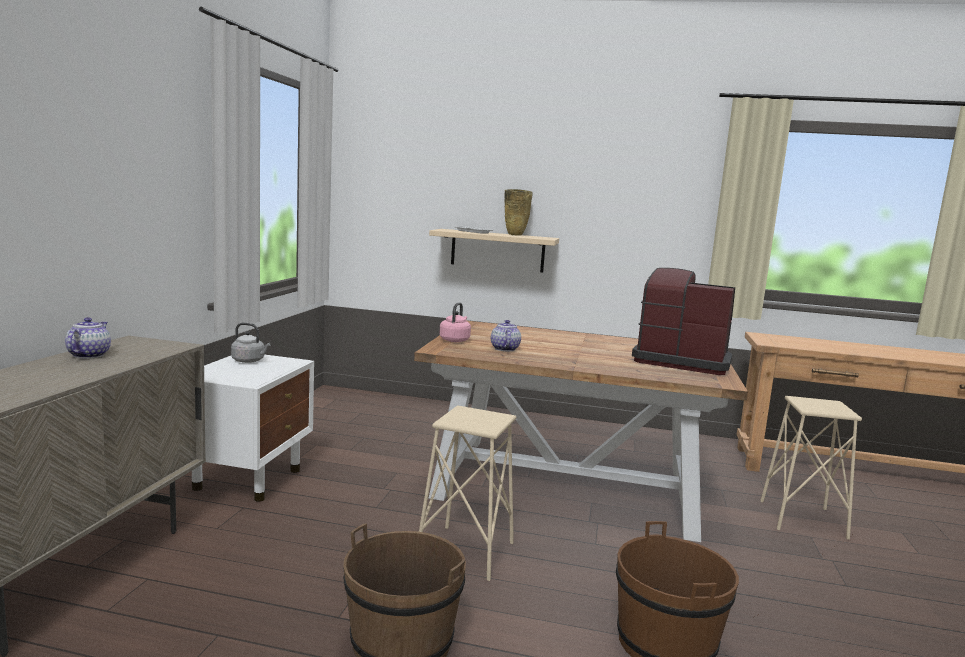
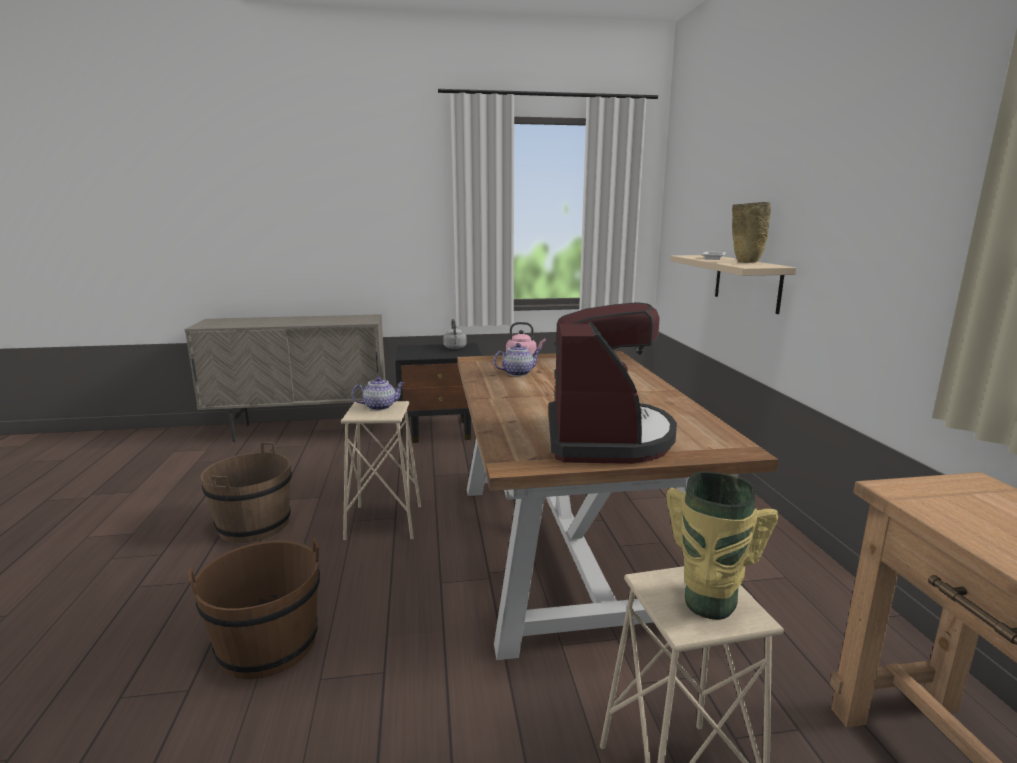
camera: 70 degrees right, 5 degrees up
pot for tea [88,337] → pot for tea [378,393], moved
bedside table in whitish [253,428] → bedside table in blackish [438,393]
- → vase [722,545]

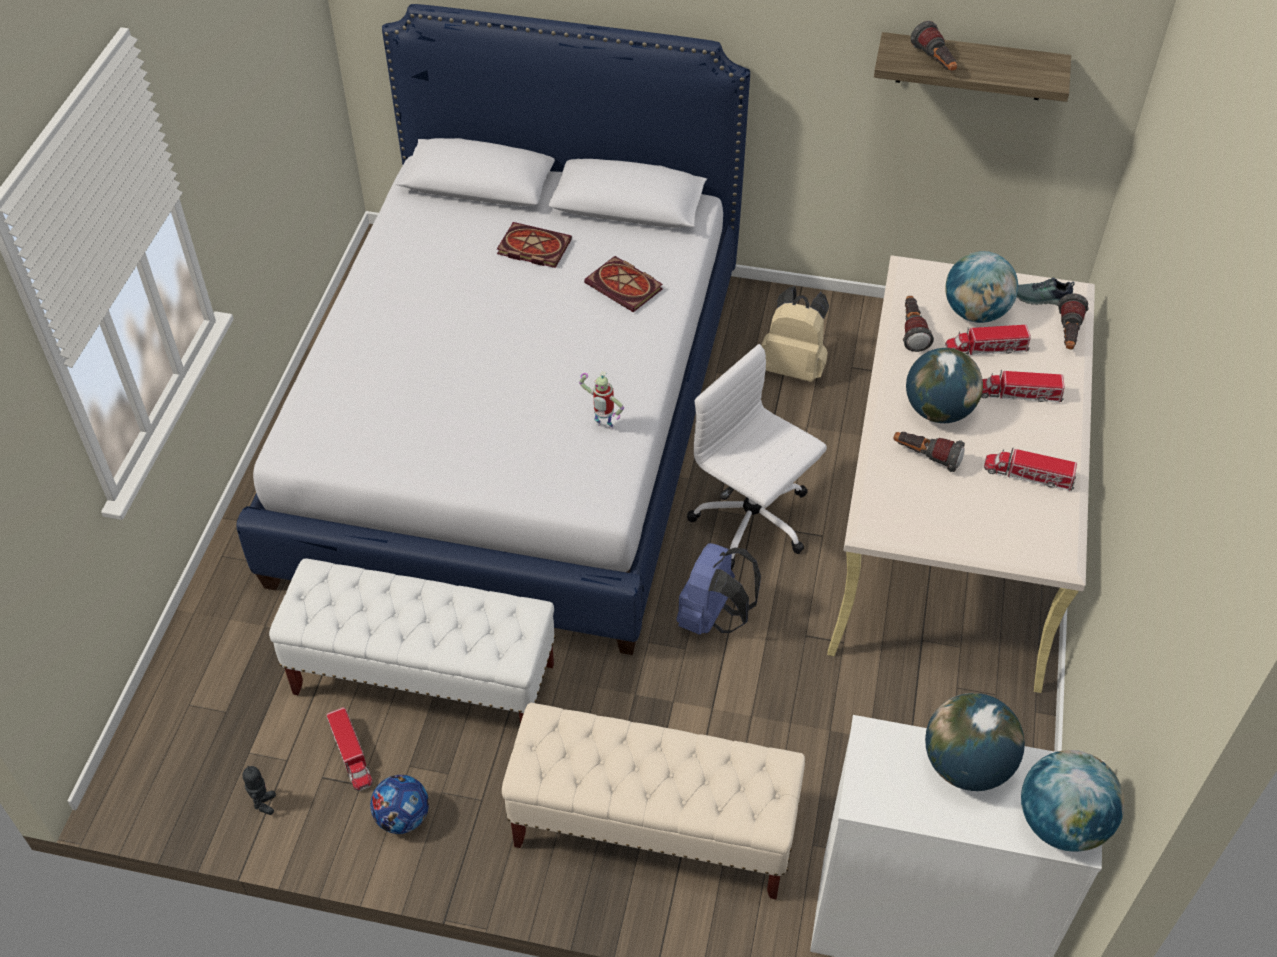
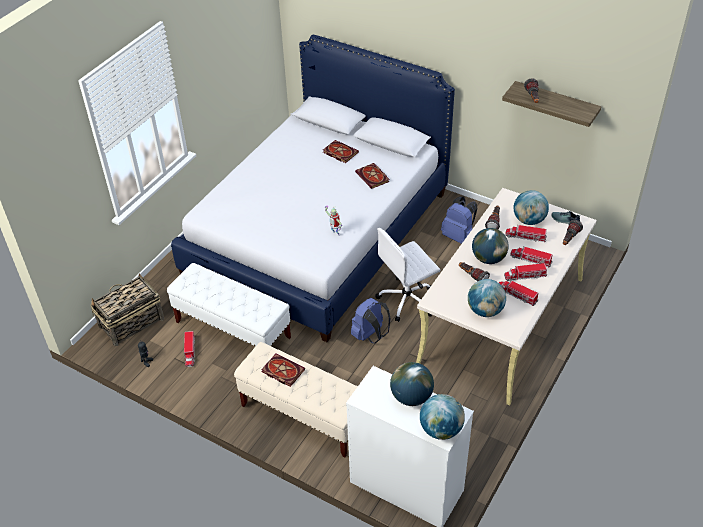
camera: 20 degrees right, 5 degrees down
rucksack in sand-coloured [795,334] → rucksack in blue [459,220]
computer chair in whitish [757,457] → computer chair in whitish [408,275], 90 degrees counterclockwise
ball for football [399,804] → -
- → toy lorry [525,272]
- → storage basket [127,309]
- → desk globe [487,298]
- → bound book [283,370]

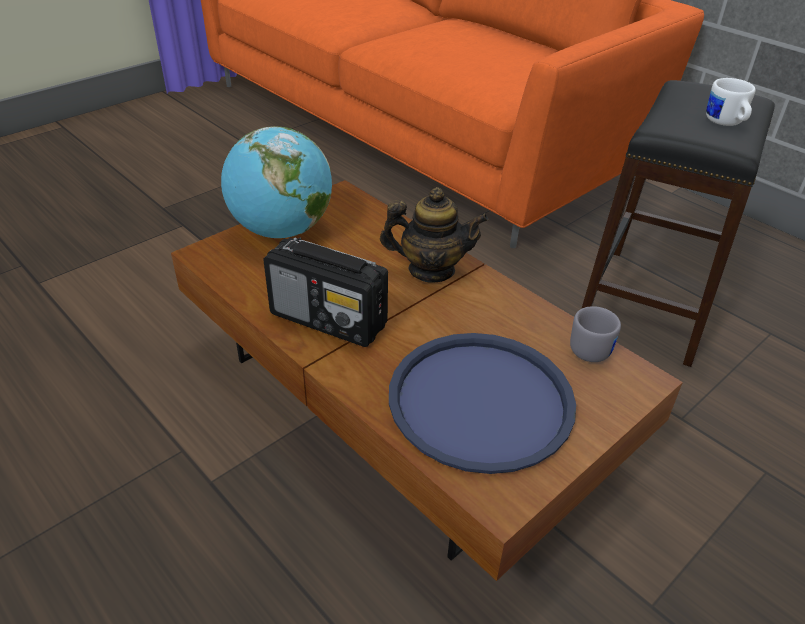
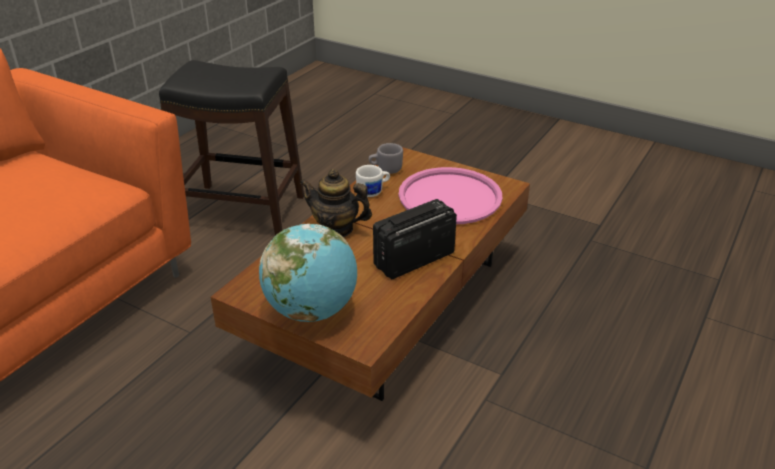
camera: 105 degrees left, 5 degrees down
coffee mug in whitish [731,102] → coffee mug in whitish [373,181], moved
pot for tea [434,234] → pot for tea [335,203], 60 degrees counterclockwise
radio set [325,292] → radio set [415,239], 135 degrees counterclockwise
carrying tray in blue [482,403] → carrying tray in pinkish [451,195]

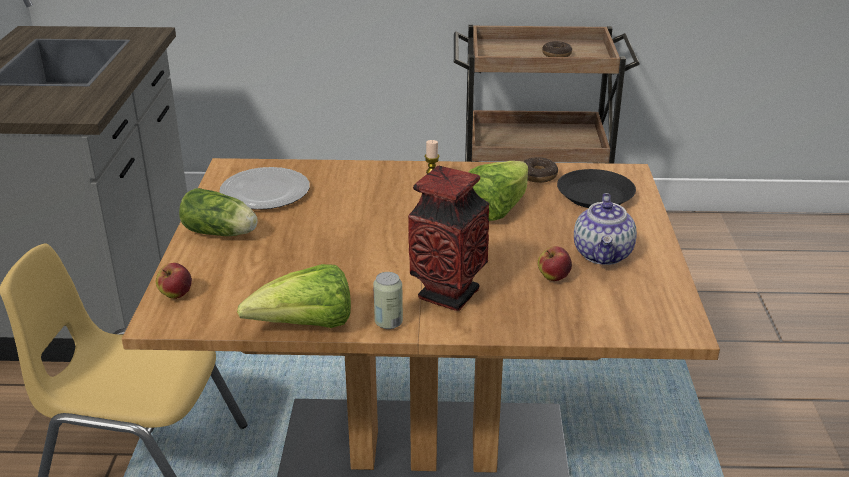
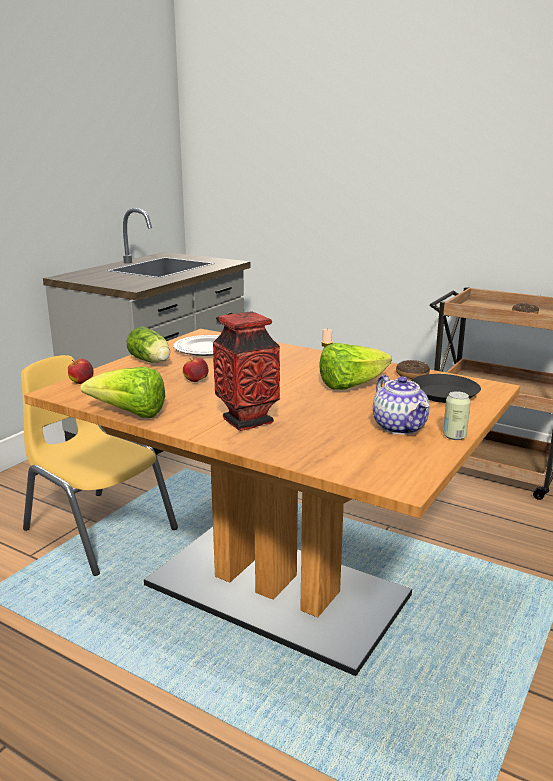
camera: 30 degrees right, 10 degrees down
pot for tea [605,229] → pot for tea [401,405], 60 degrees counterclockwise
apple fruit [555,263] → apple fruit [195,369], moved
can [388,300] → can [457,415], moved

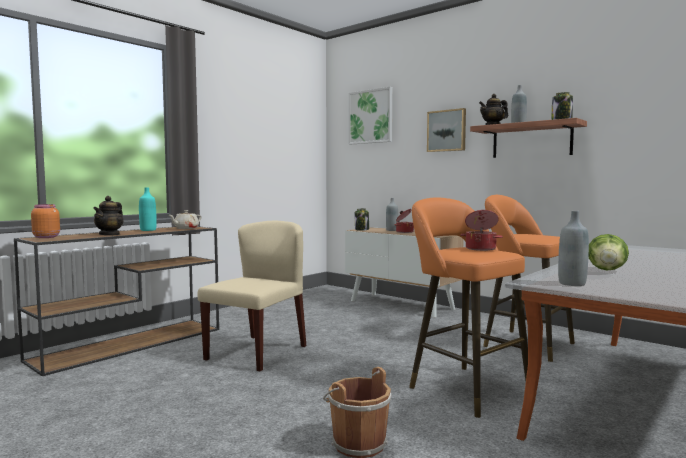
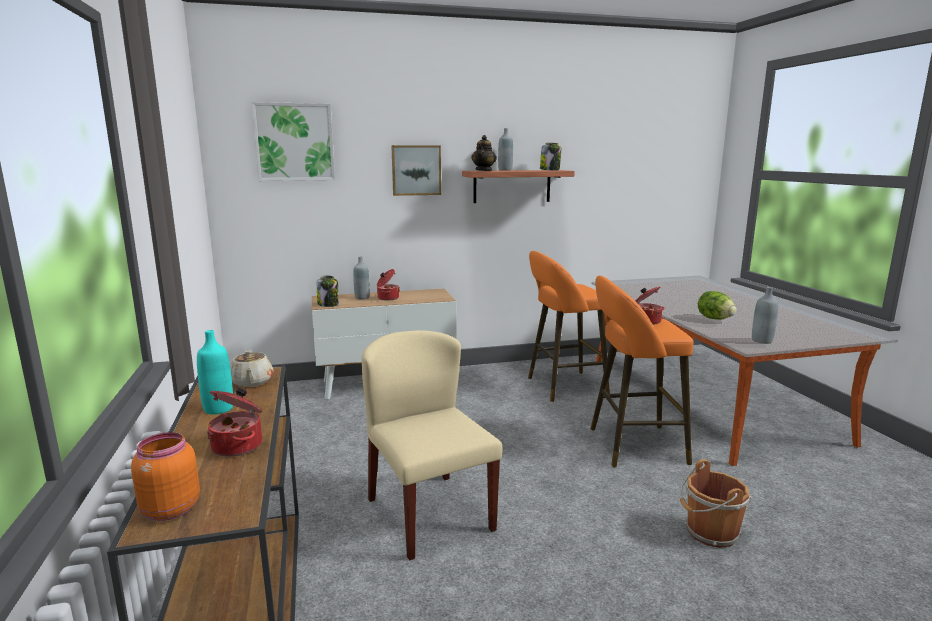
camera: 55 degrees left, 10 degrees up
pot for tea [108,216] → cooking pot [234,422]

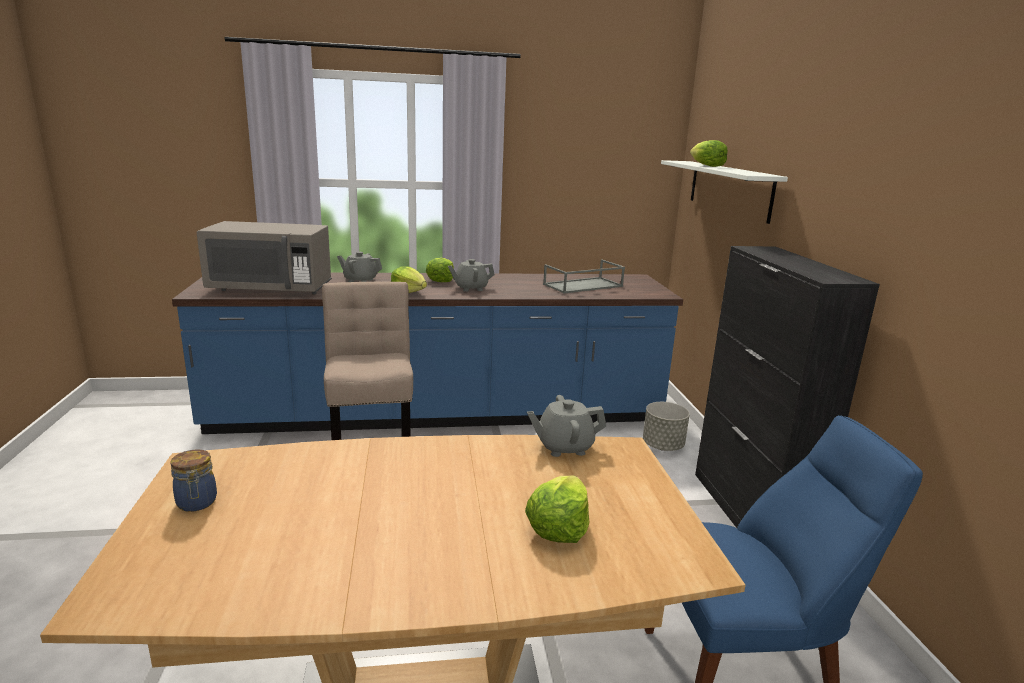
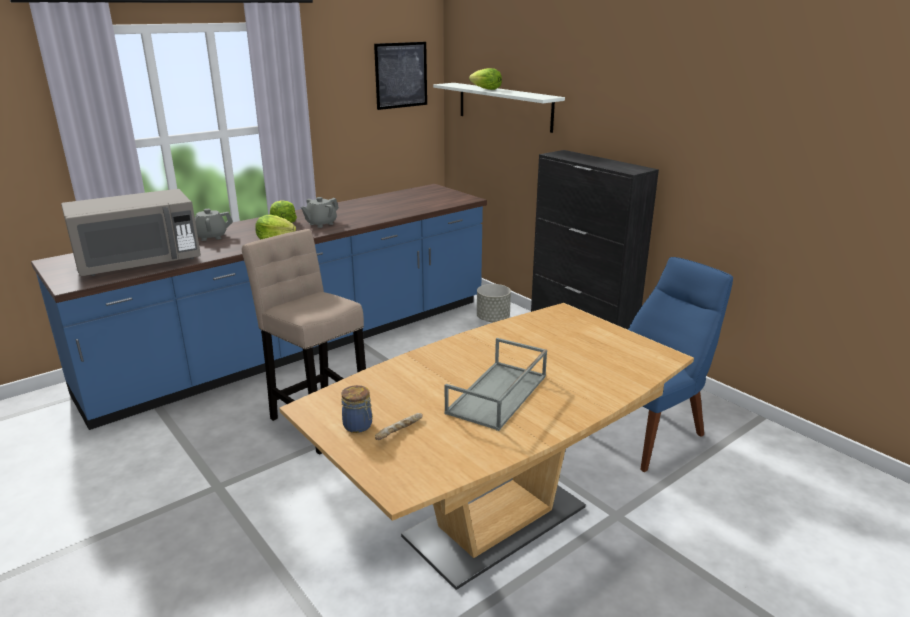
camera: 30 degrees left, 5 degrees up
carrying tray in grey [584,276] → carrying tray in grey [495,384], moved
pot for tea in grey [566,426] → -
lettuce head [557,509] → -
- → wall art [400,76]
- → bakery bread [399,426]

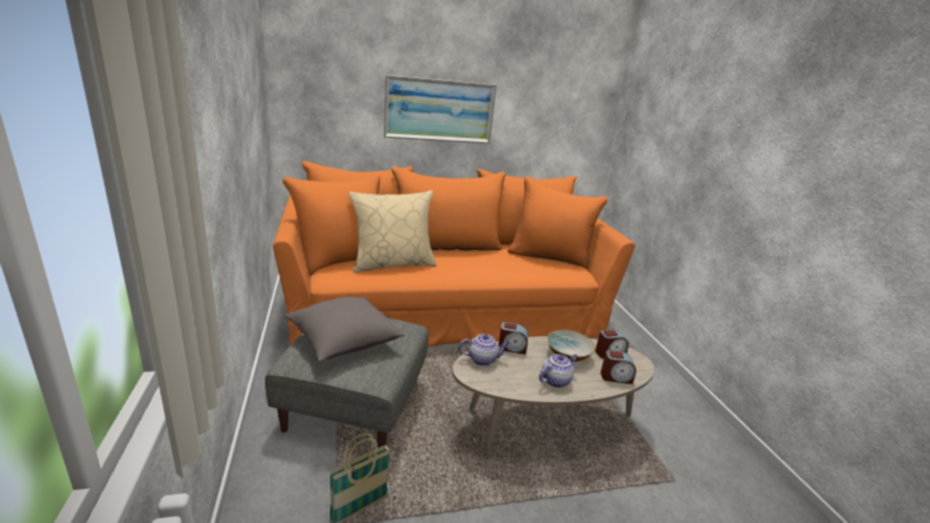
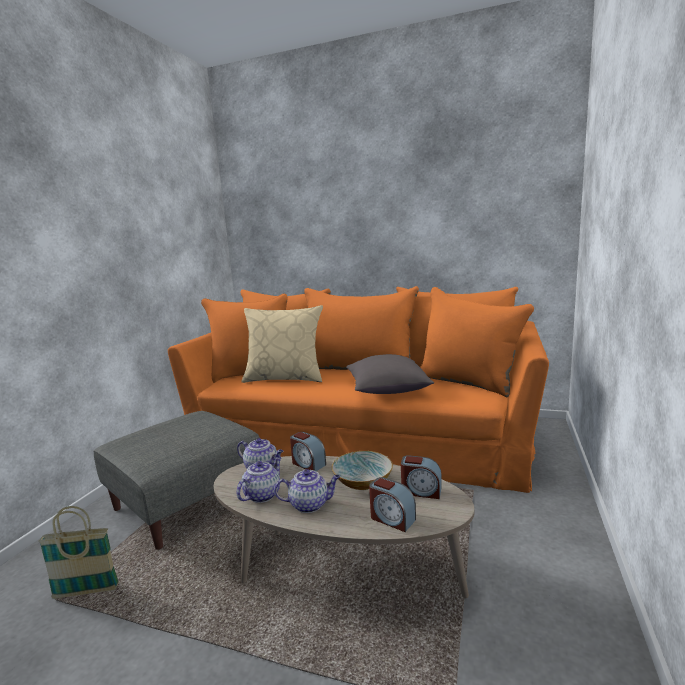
camera: 35 degrees right, 10 degrees down
wall art [440,109] → -
pillow in grey [345,329] → pillow in grey [390,374], moved
- → pot for tea [259,480]

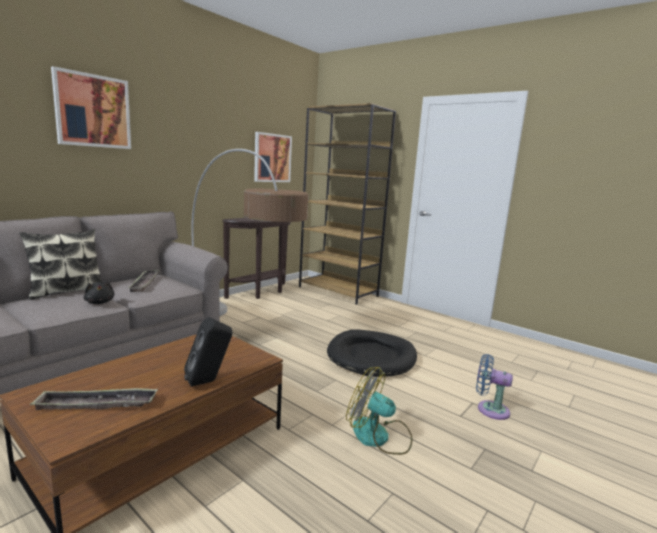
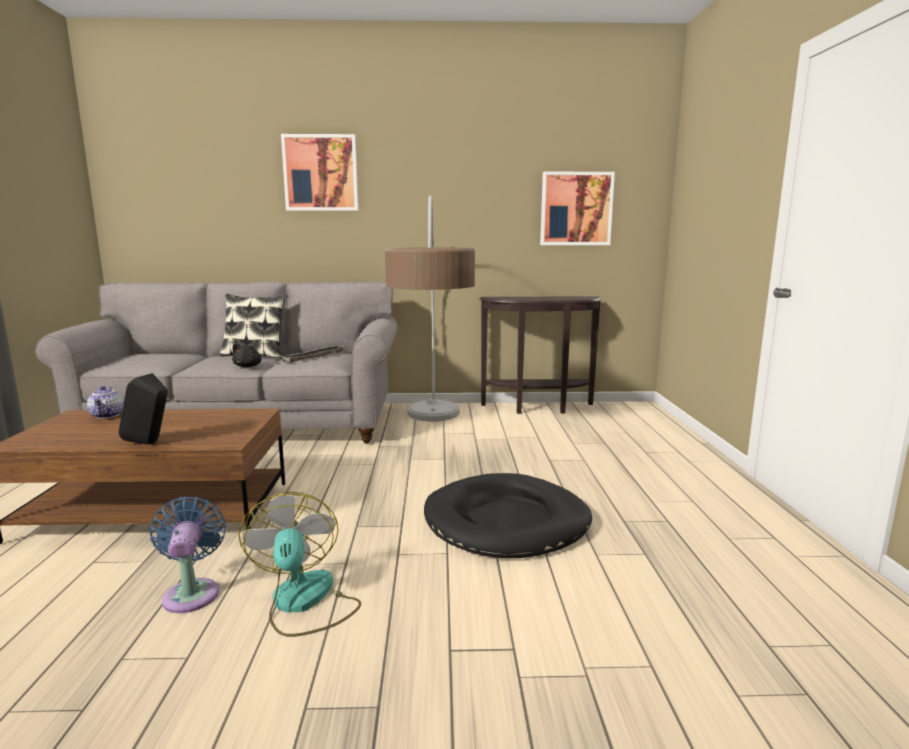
camera: 50 degrees right, 0 degrees up
bookcase in brownish [347,204] → -
electric fan in blue [494,387] → electric fan in blue [188,555], moved
carrying tray [94,399] → -
- → pot for tea [105,402]

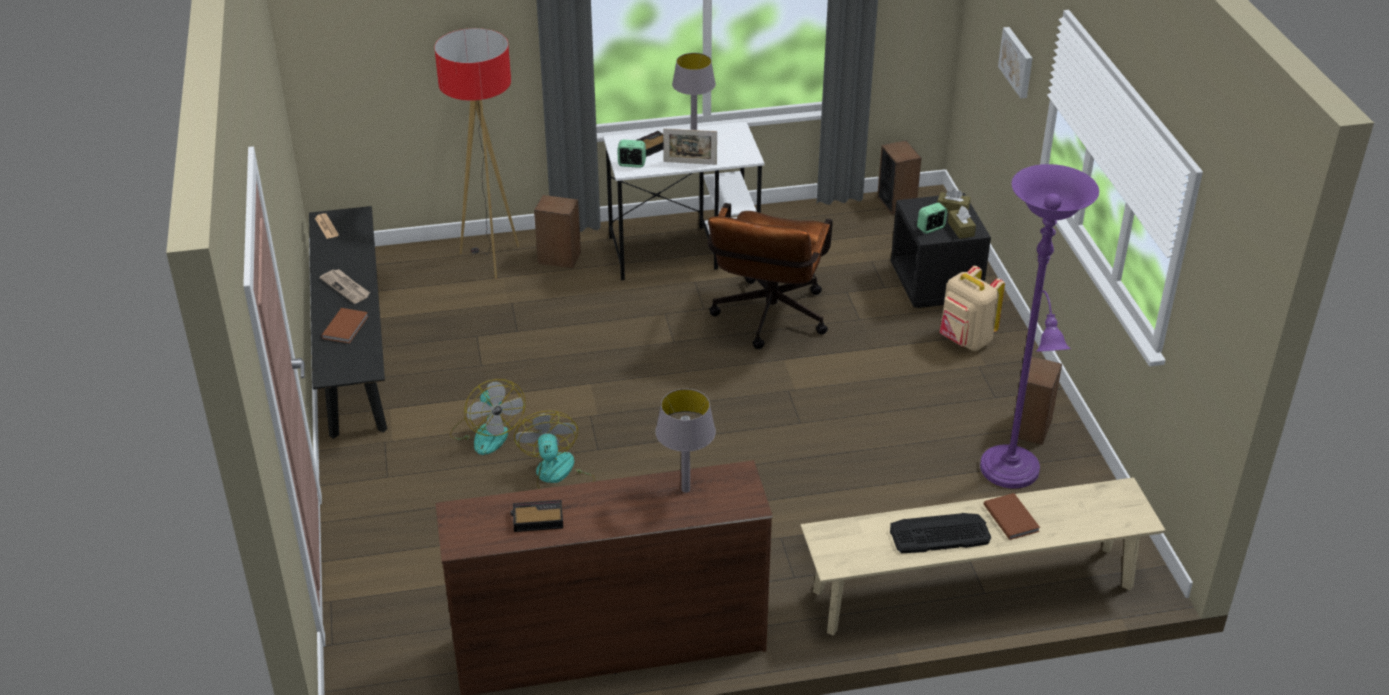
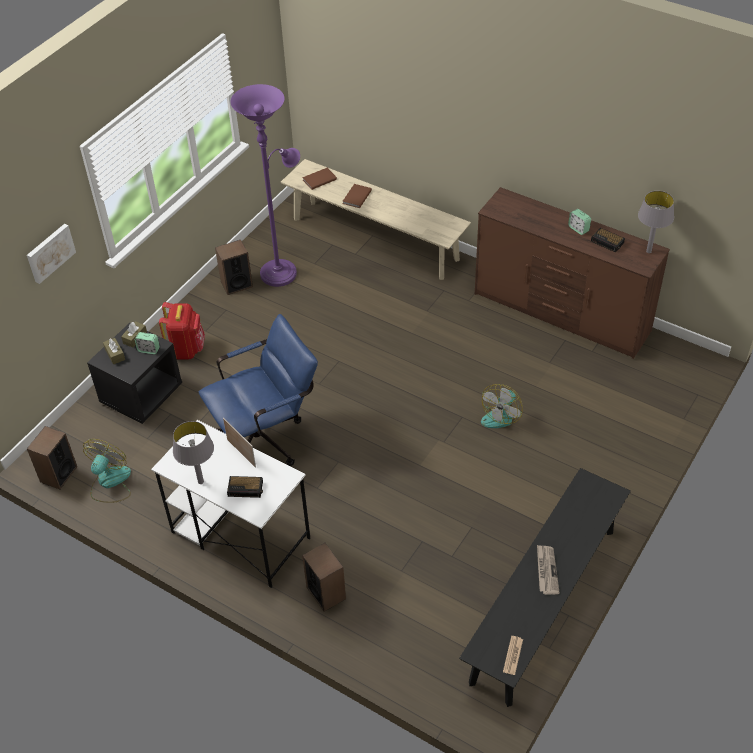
camera: 135 degrees left, 10 degrees up
standard lamp [476,153] → -
bedside clock [631,154] → bedside clock [579,222], moved
computer chair in brownish [770,276] → computer chair in blue [258,390]
rucksack in sand-coloured [972,308] → rucksack in reddish [182,330]
bound book in brownish [344,325] → bound book in brownish [319,179], moved
electric fan [488,417] → electric fan [107,471], moved
table lamp in grey [685,441] → table lamp in grey [656,222], moved
keyboard [940,533] → -

